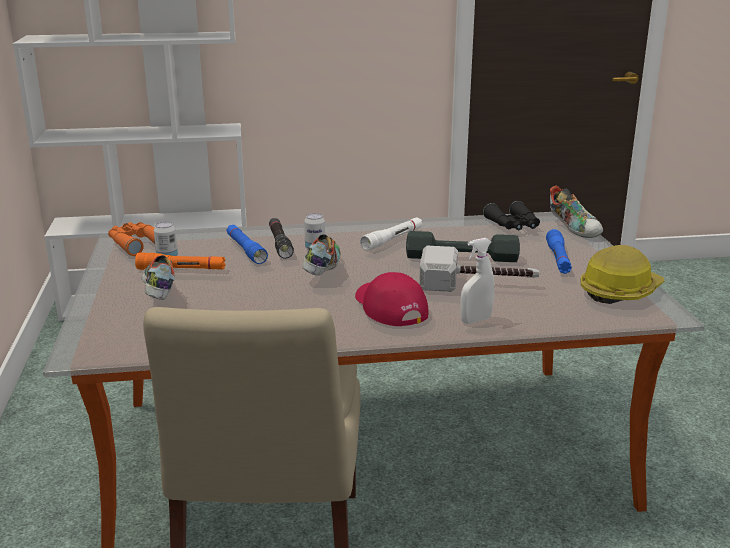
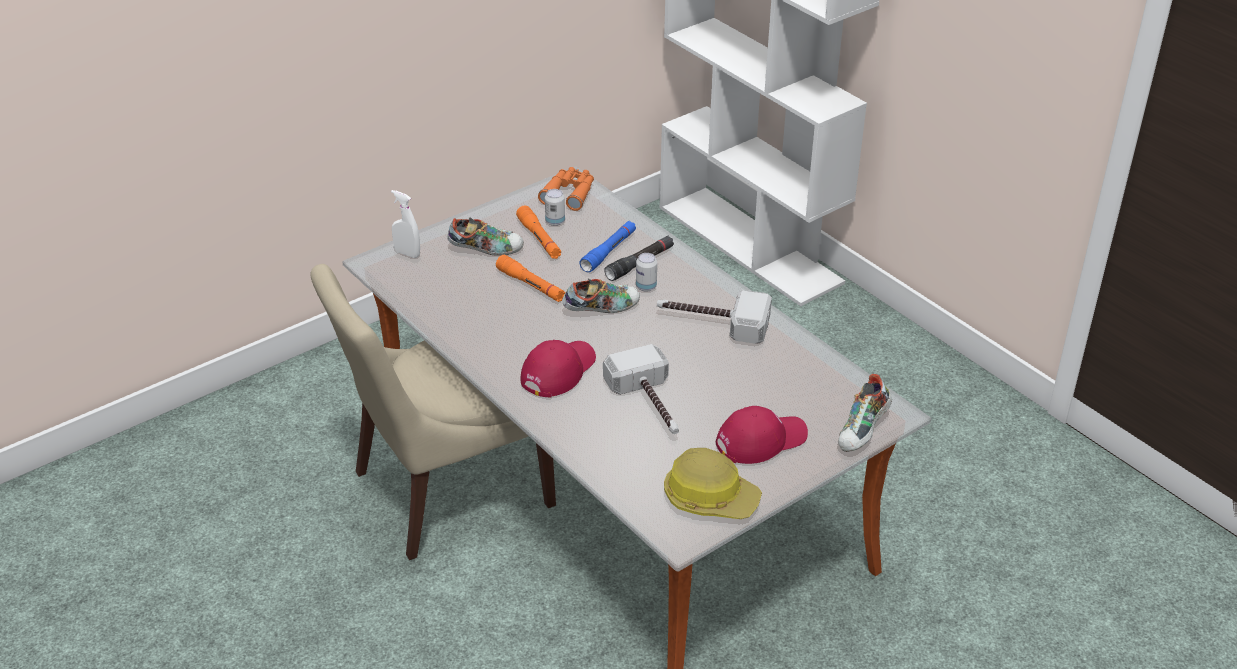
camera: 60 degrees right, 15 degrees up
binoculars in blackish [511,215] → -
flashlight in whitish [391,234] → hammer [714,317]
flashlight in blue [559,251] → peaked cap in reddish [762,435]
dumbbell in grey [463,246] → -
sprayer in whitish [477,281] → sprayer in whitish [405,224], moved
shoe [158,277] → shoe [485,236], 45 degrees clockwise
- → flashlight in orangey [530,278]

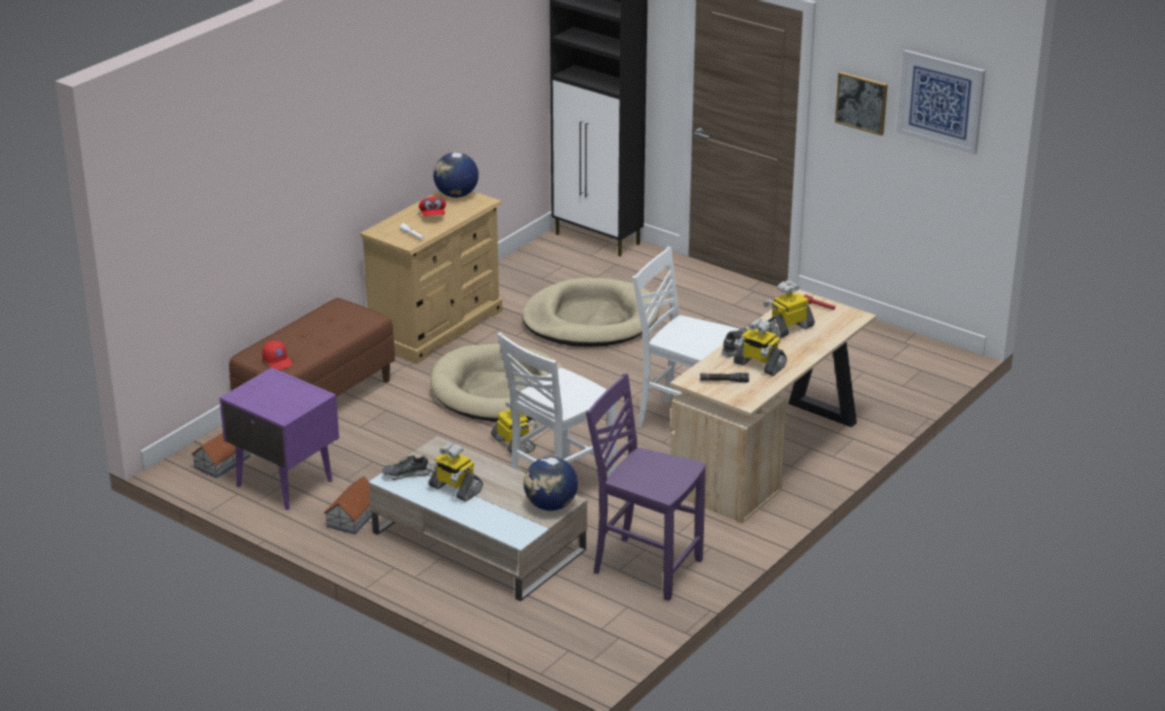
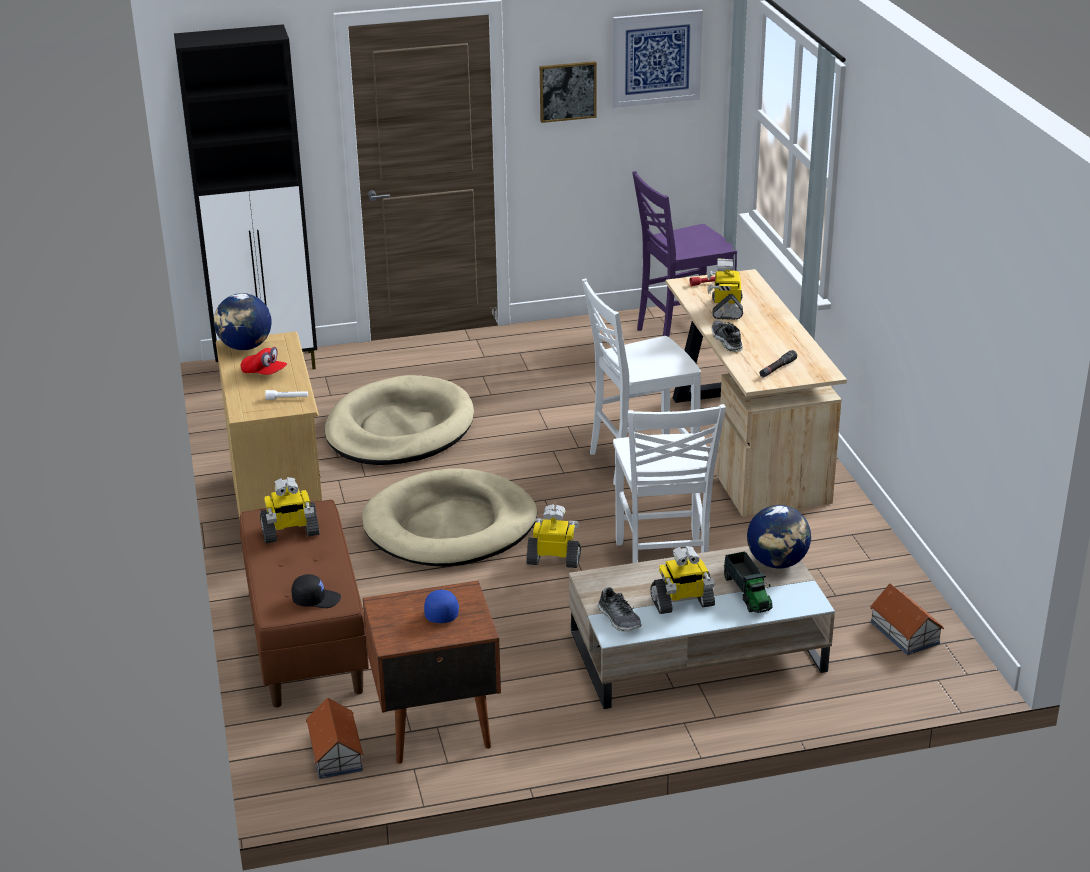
camera: 50 degrees left, 0 degrees up
robot figure [760,347] → robot figure [290,510], moved
peaked cap in reddish [277,355] → peaked cap in blackish [316,591]
bedside table in purple-coloured [279,438] → bedside table in brownish [432,672]
chair in purple-coloured [646,487] → chair in purple-coloured [684,254], moved
shoe [406,467] → shoe [619,609], 60 degrees counterclockwise
miniature house [348,505] → miniature house [907,619], moved
- → toy lorry [748,582]
- → peaked cap in blue [441,606]

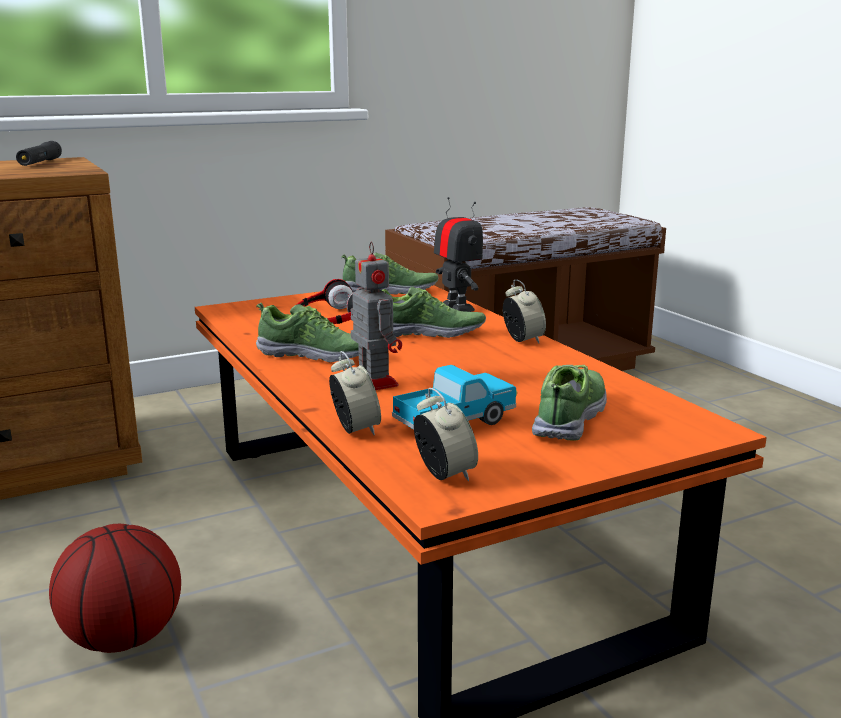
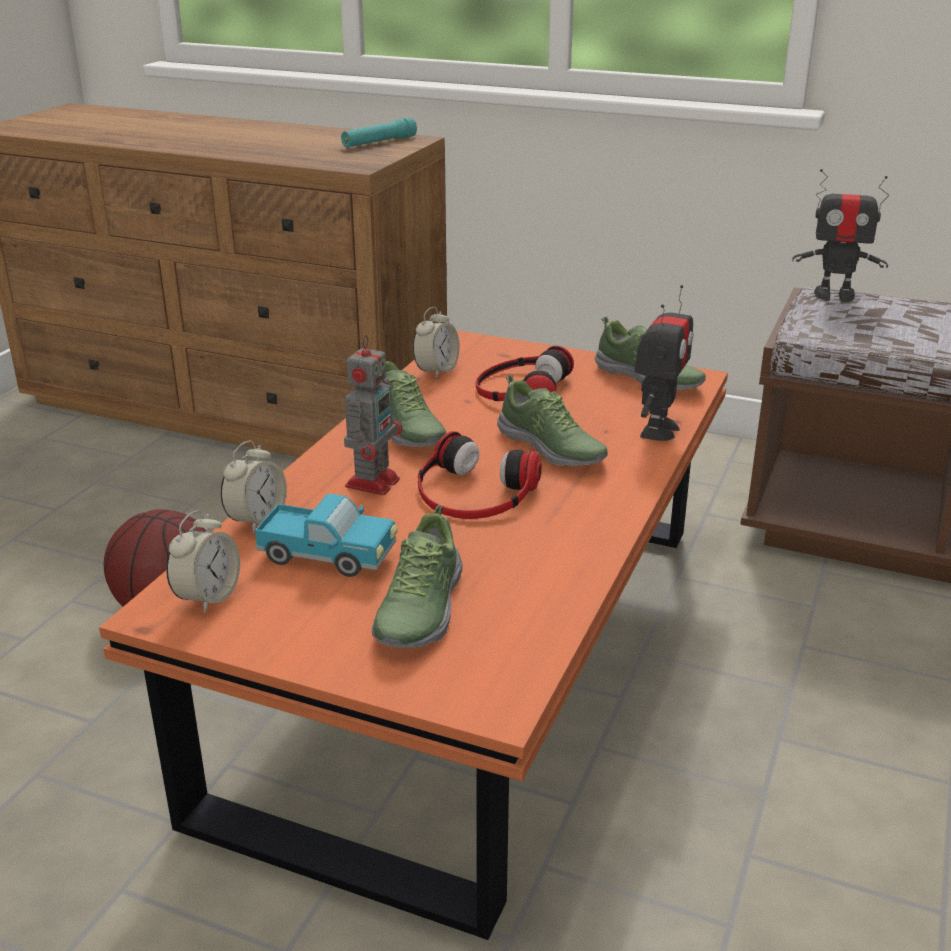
camera: 50 degrees right, 10 degrees up
flashlight in blackish [39,153] → flashlight in blue-green [379,132]
bedside clock [524,311] → bedside clock [436,343], moved
shoe [569,403] → shoe [417,577], 120 degrees clockwise
- → robot figure [841,235]
- → headphones [480,475]

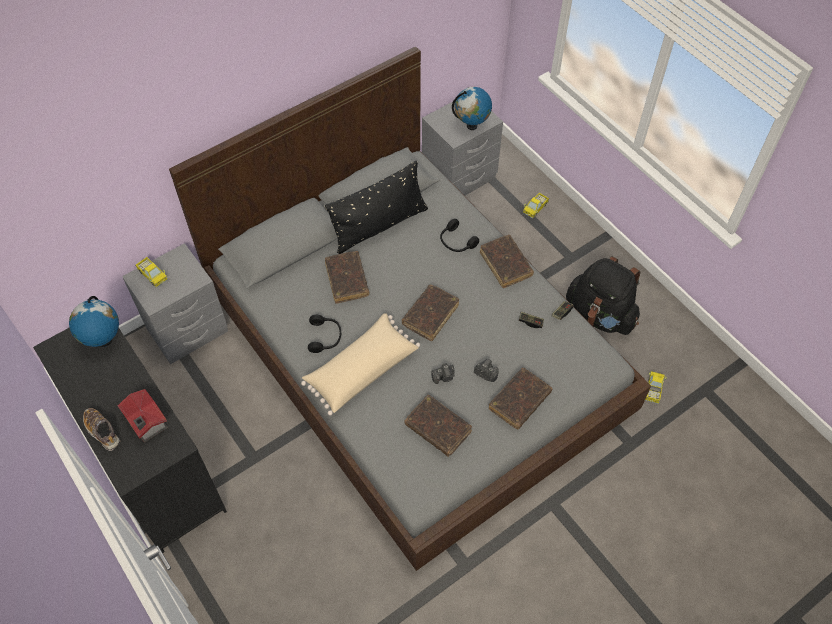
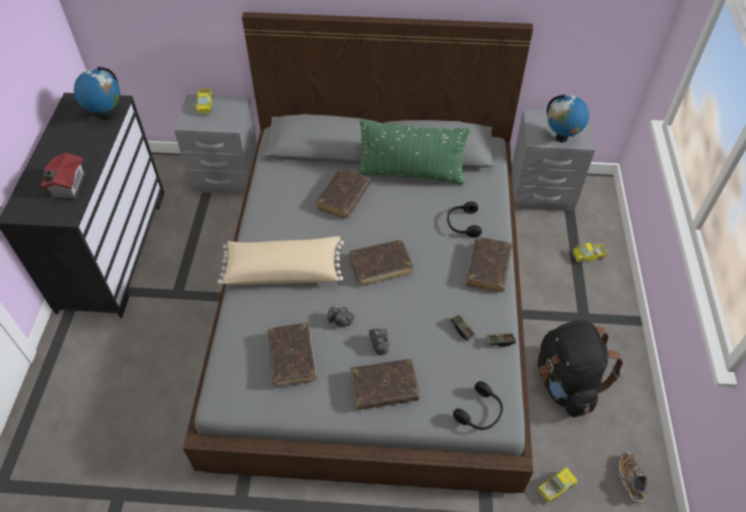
camera: 40 degrees right, 5 degrees down
pillow in blackish [376,207] → pillow in green [413,152]
headphones in blackish [325,334] → headphones in blackish [478,405], moved
shoe [101,429] → shoe [632,478], moved

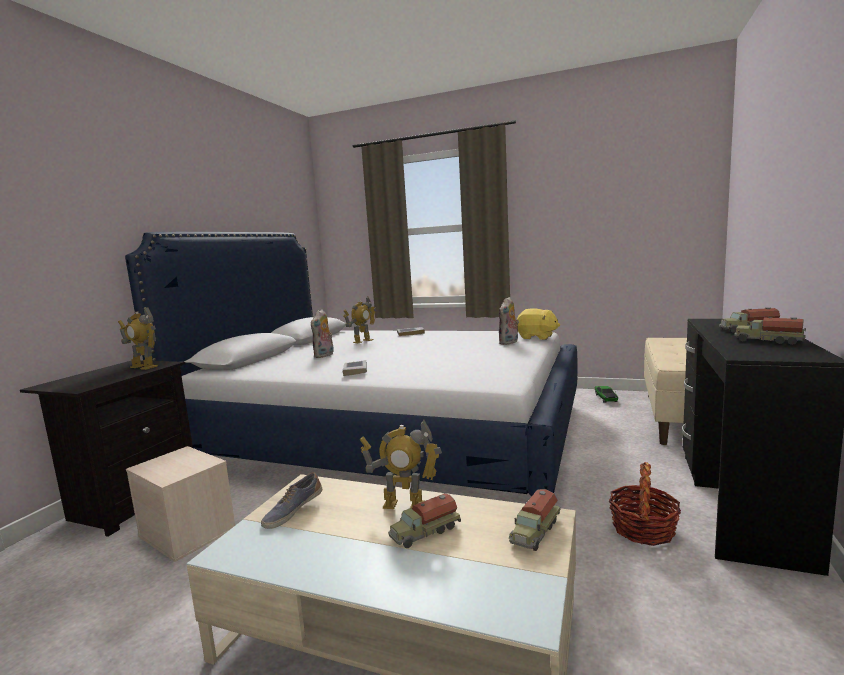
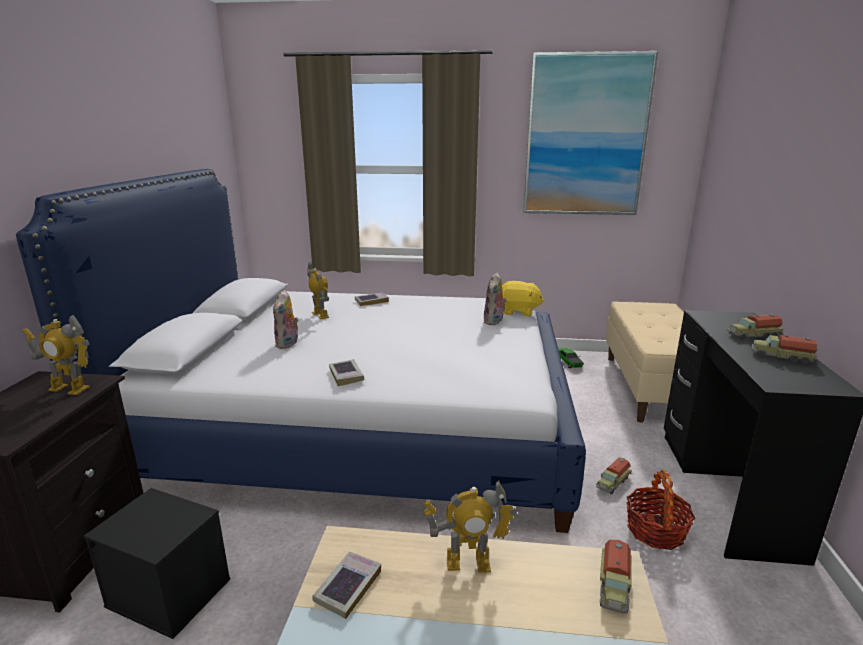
camera: 15 degrees left, 10 degrees up
robot figure [360,320] → robot figure [318,290], 60 degrees counterclockwise
storage container in sand-coloured [180,504] → storage container in blackish [157,563]
shoe [291,500] → bound book [346,585]
toy lorry [425,520] → toy lorry [614,475], moved
- → wall art [591,133]

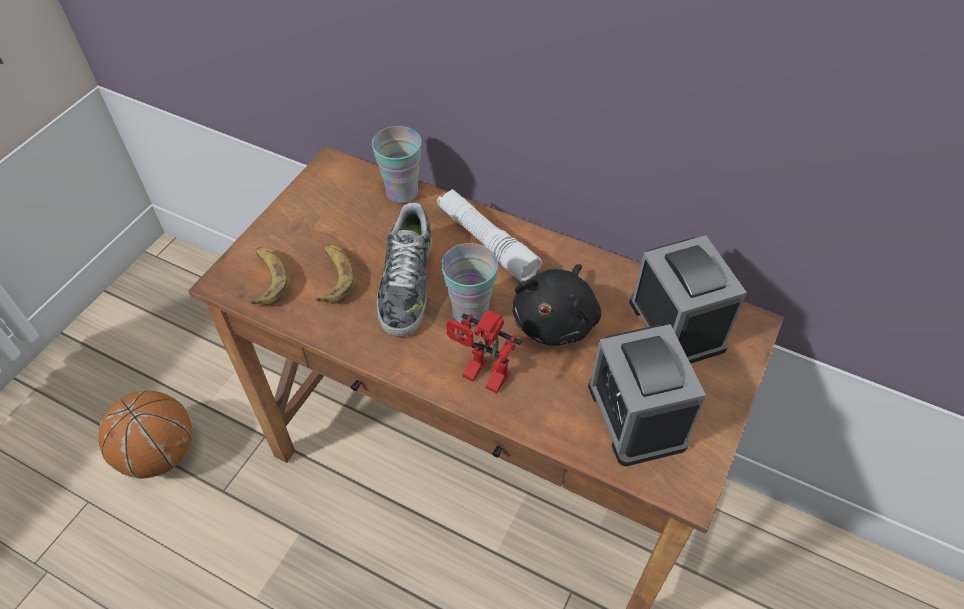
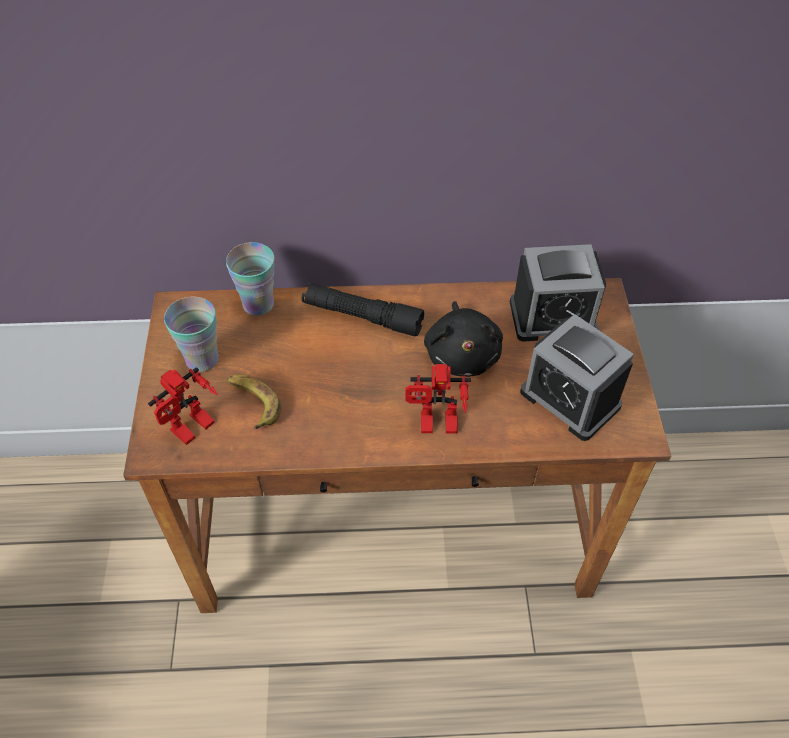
camera: 30 degrees left, 0 degrees up
flashlight in whitish [489,235] → flashlight in blackish [363,309]
shoe [404,269] → -
bedside clock [688,299] → bedside clock [558,293], 135 degrees clockwise
drinking cup [469,284] → drinking cup [191,334], moved
whole banana [269,276] → robot figure [183,406]
basketball ball [145,434] → -

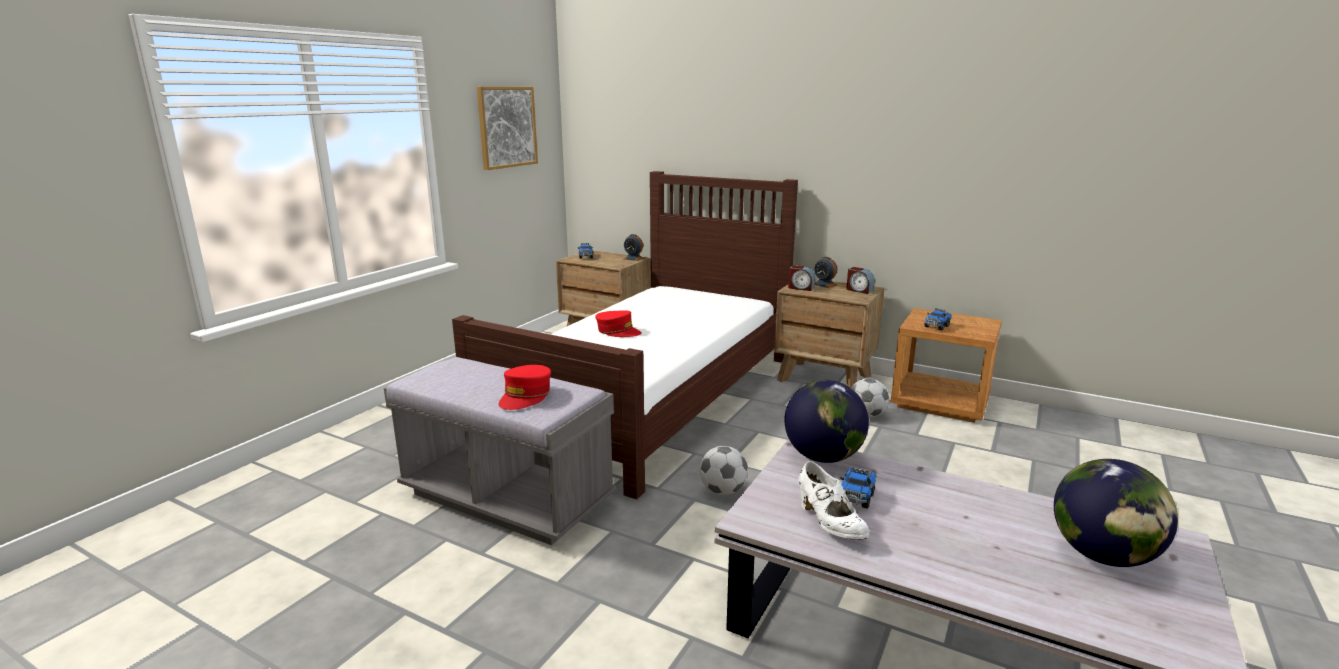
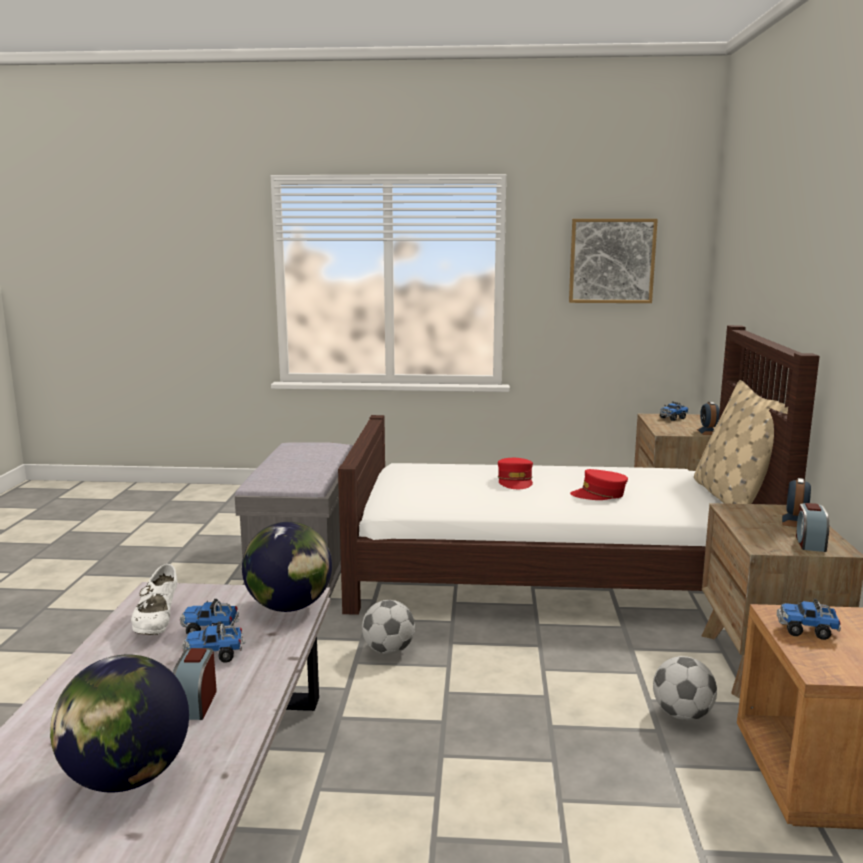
camera: 65 degrees right, 5 degrees down
bedside clock [801,278] → bedside clock [195,684], moved
peaked cap in reddish [525,387] → peaked cap in reddish [599,484], moved
shoe in whitish [833,500] → shoe in whitish [154,599], 45 degrees counterclockwise
- → pillow in sand-coloured [741,442]
- → toy lorry [214,642]

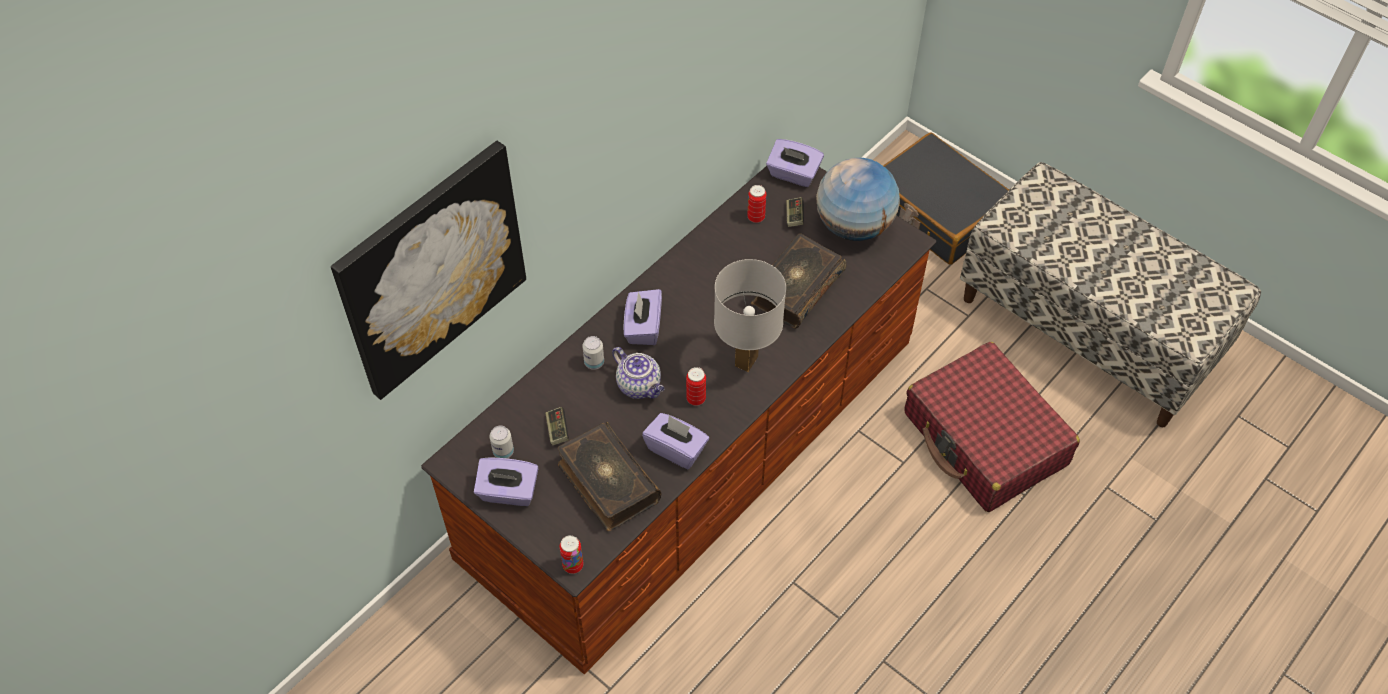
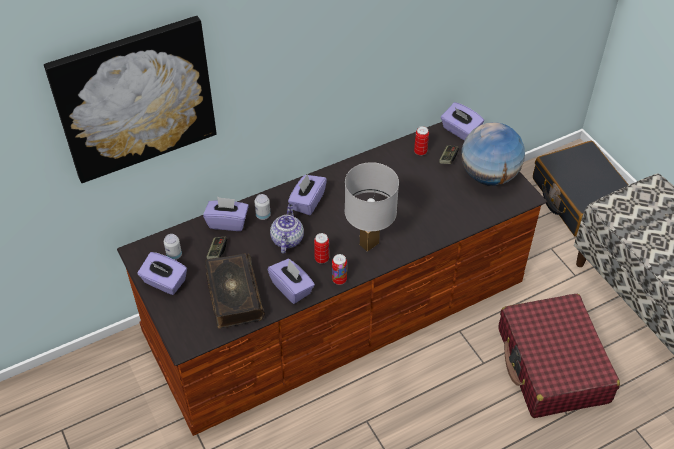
camera: 20 degrees right, 5 degrees down
bound book [799,281] → -
pot for tea [638,373] → pot for tea [287,228], 150 degrees counterclockwise
can [571,554] → can [339,269], moved
- → tissue box in purple-coloured [226,214]

